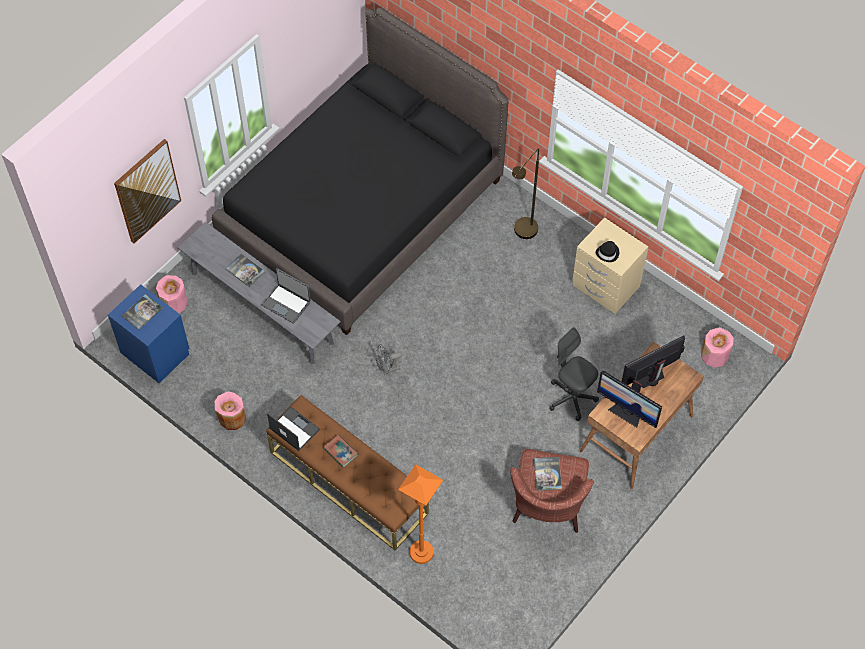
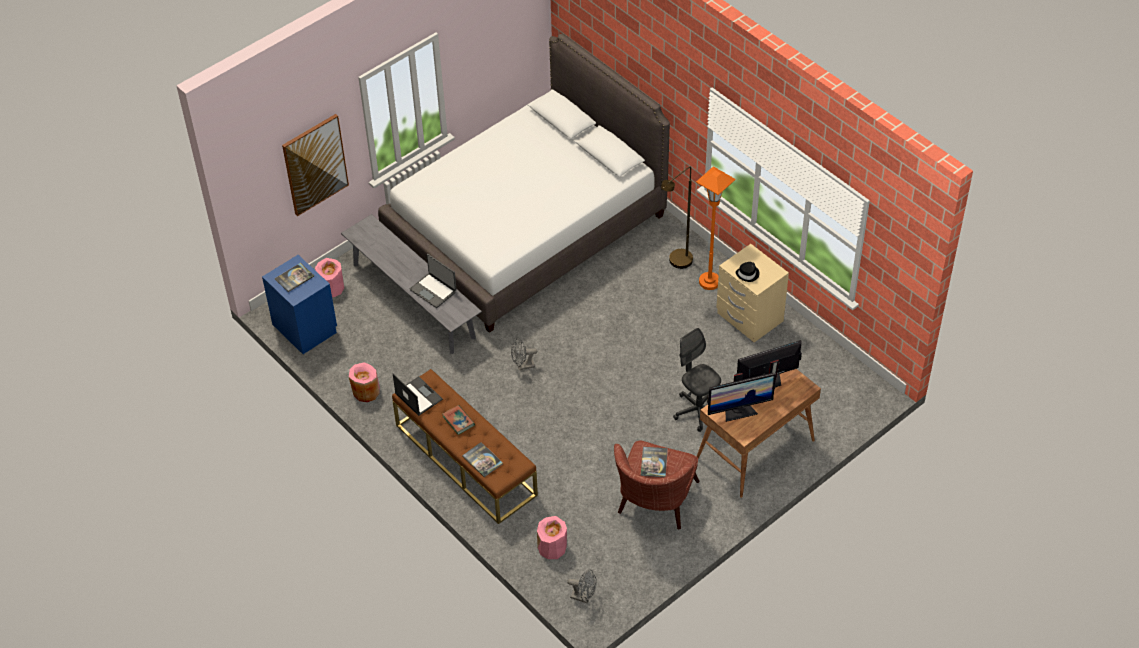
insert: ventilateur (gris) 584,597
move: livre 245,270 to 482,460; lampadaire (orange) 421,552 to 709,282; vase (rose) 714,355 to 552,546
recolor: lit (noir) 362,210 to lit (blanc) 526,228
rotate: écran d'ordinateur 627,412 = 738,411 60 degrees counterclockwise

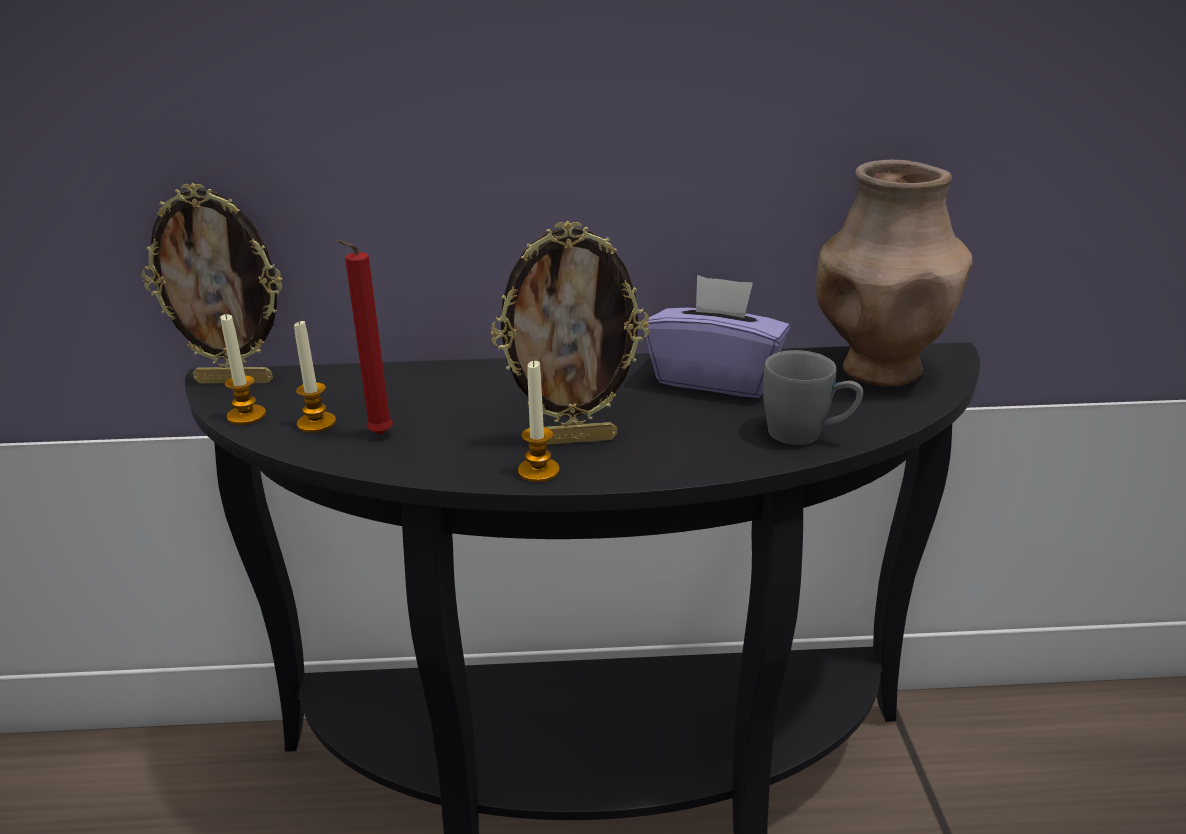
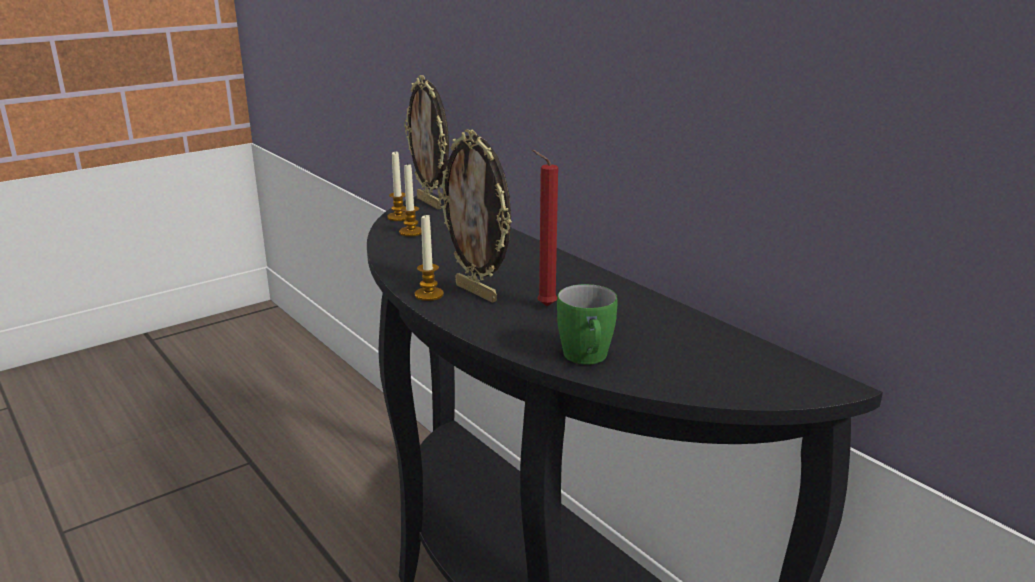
delete: boîte à mouchoirs (violet) 715,378; vase (marron) 879,370
move: bougie (rouge) 377,436 to 543,306
recolor: mug (gris) 807,435 to mug (vert) 587,359

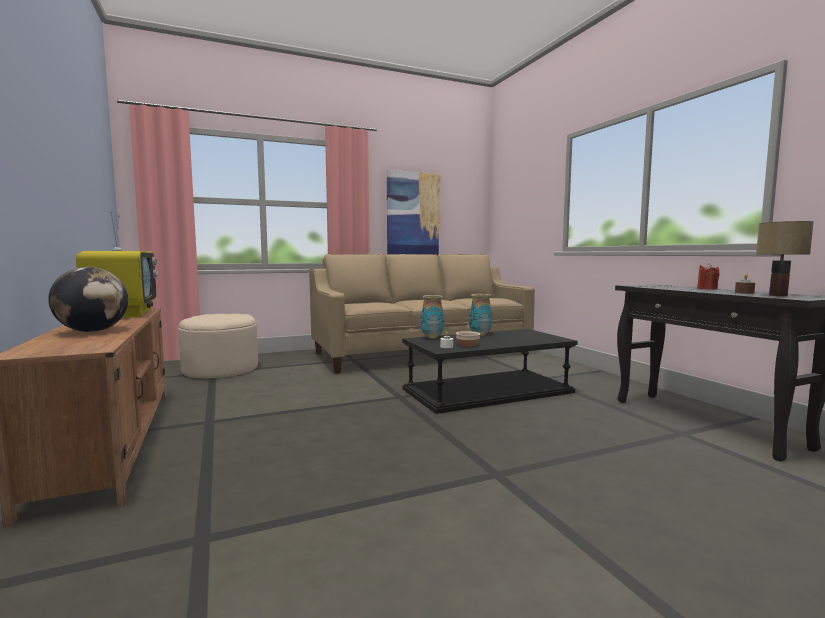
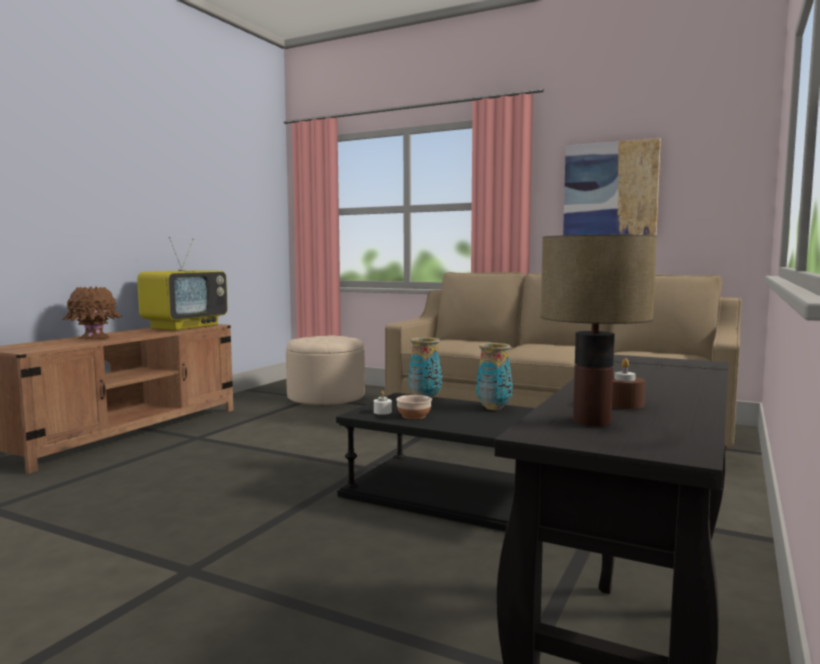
delete: bougie (rouge) 707,288
replace: globe 93,331 to vase (marron) 94,338

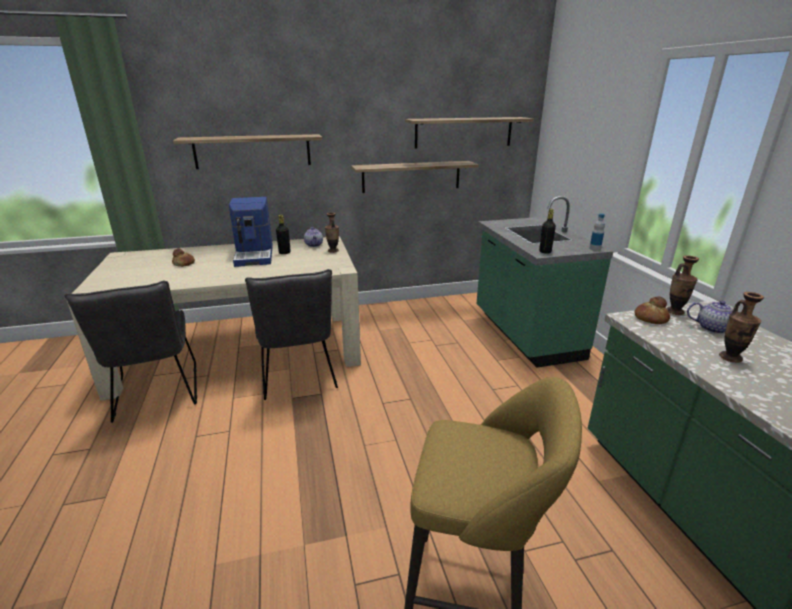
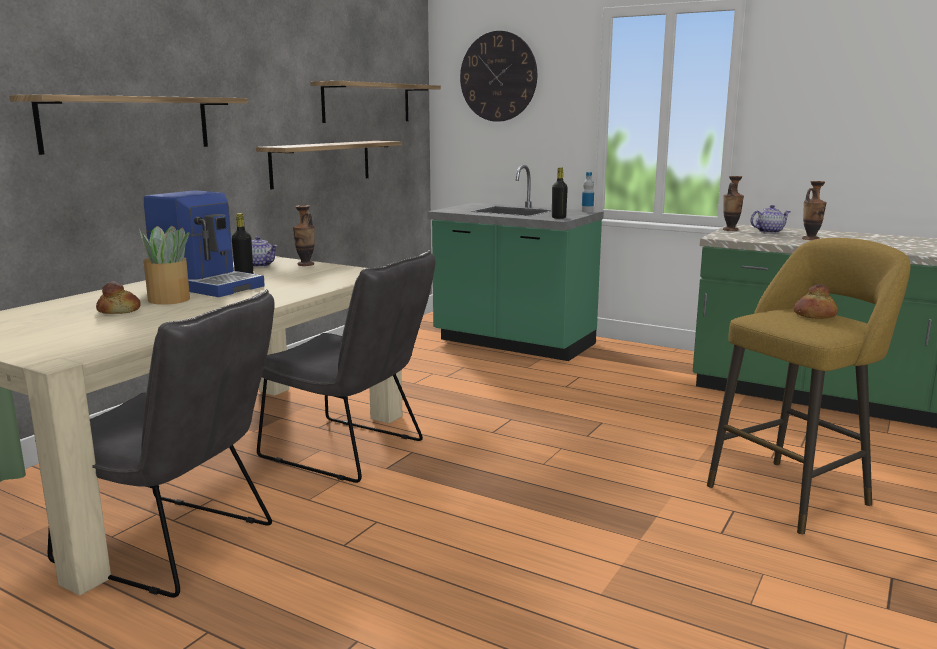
insert: plante en pot 169,299; horloge murale 498,76
move: pain 650,318 to 815,315

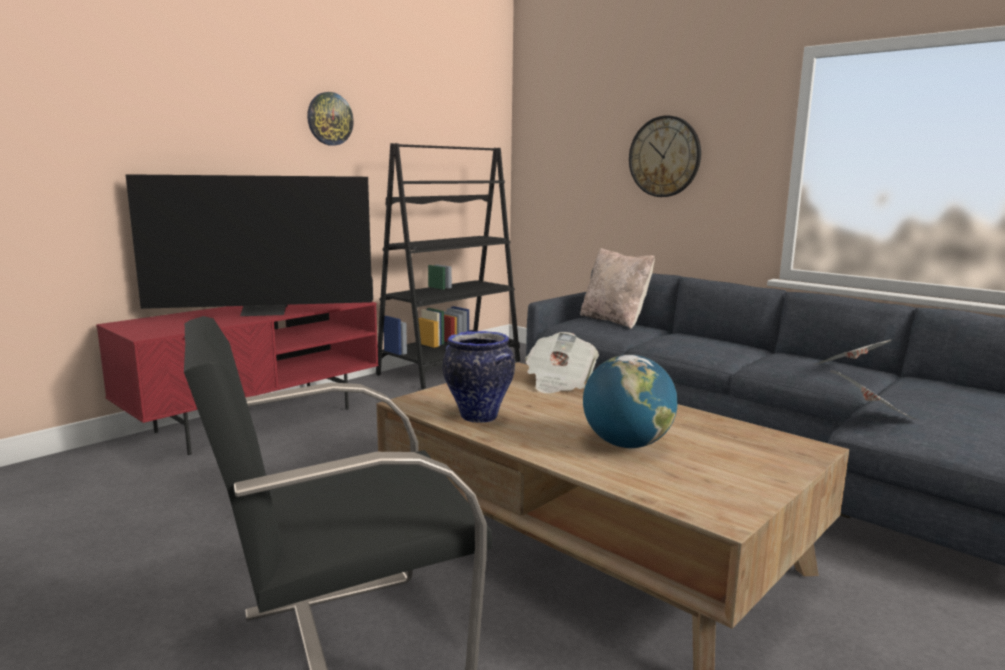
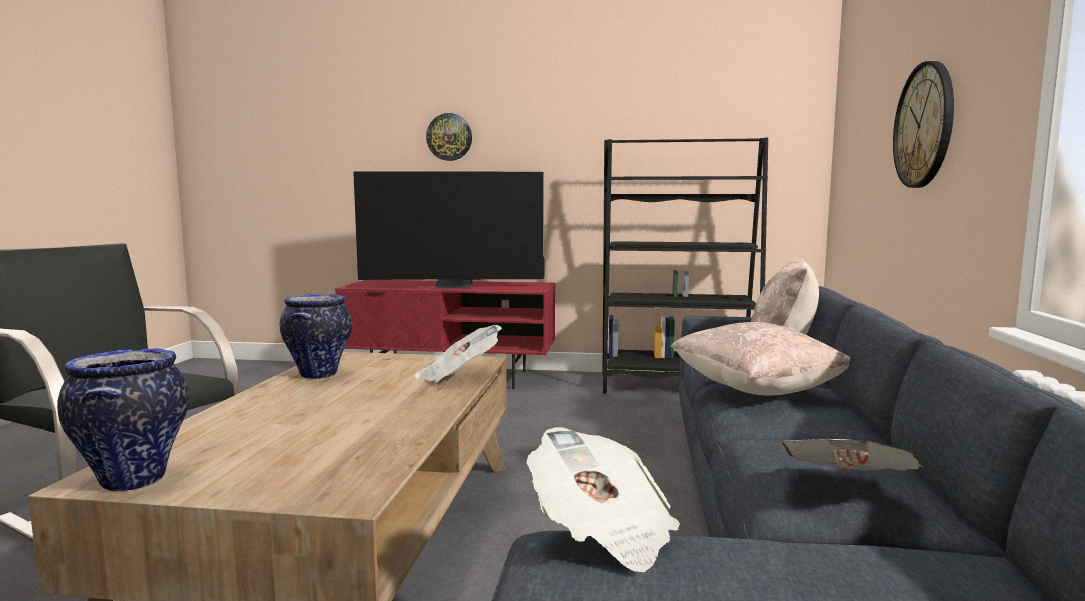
delete: globe 626,444
insert: vase 133,479; coussin (beige) 755,391
move: horloge murale 329,119 to 449,137
rotate: téléviseur 264,312 = 453,286 45 degrees counterclockwise

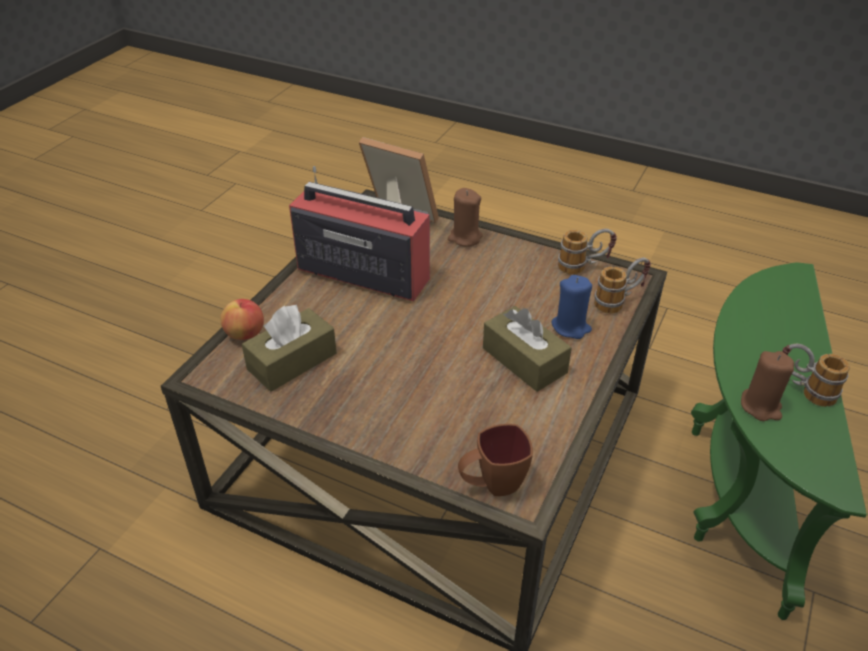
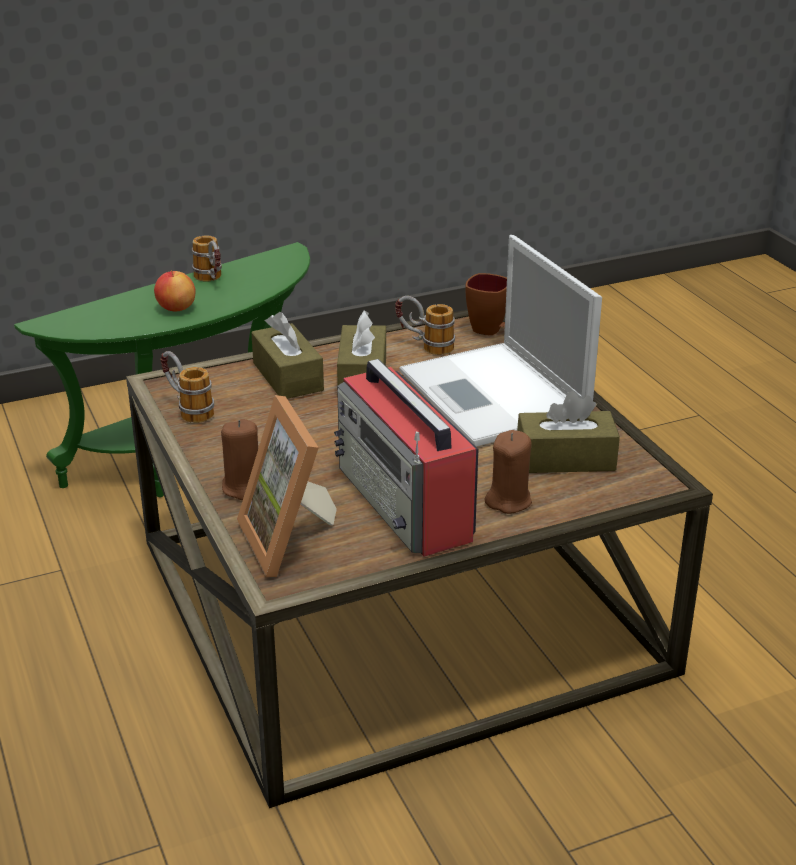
insert: ordinateur portable 496,396
move: pomme 245,334 to 176,308; mug 619,301 to 424,346; bougie (marron) 761,406 to 508,501
replace: bougie (bleu) 571,327 to boîte à mouchoirs (marron) 288,376

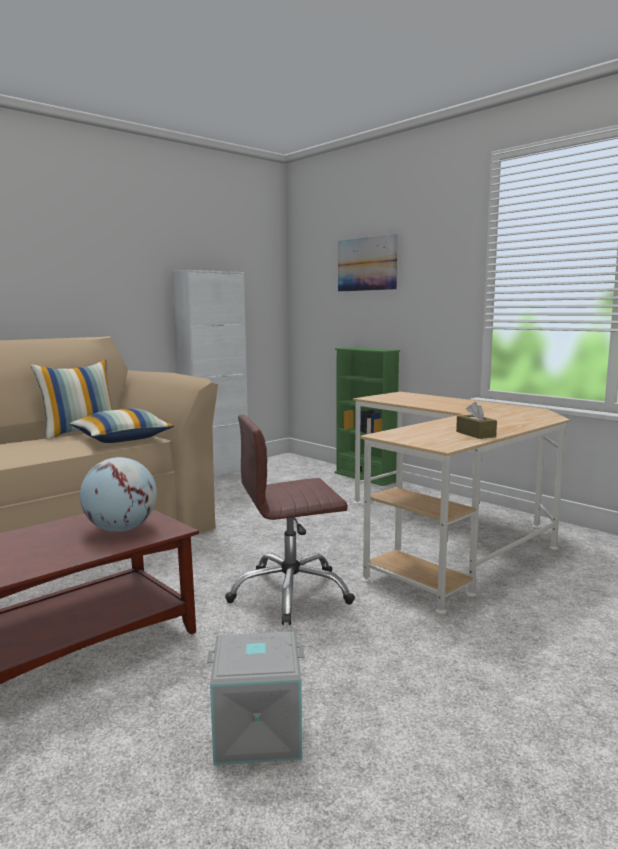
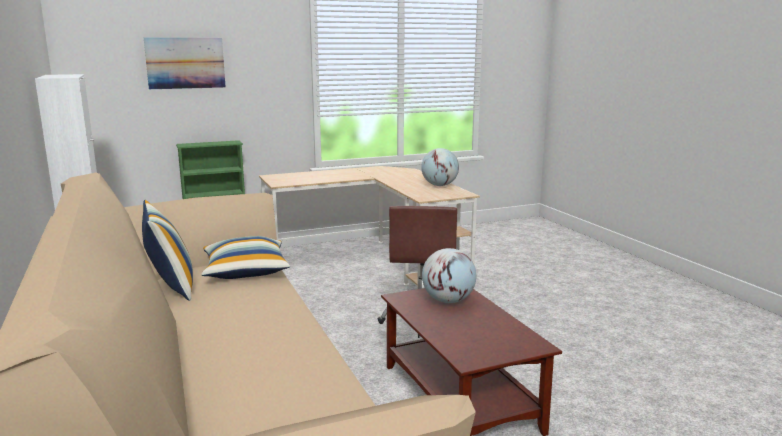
delete: boîte de rangement (gris) 257,733
replace: boîte à mouchoirs (marron) 475,434 to globe 439,185

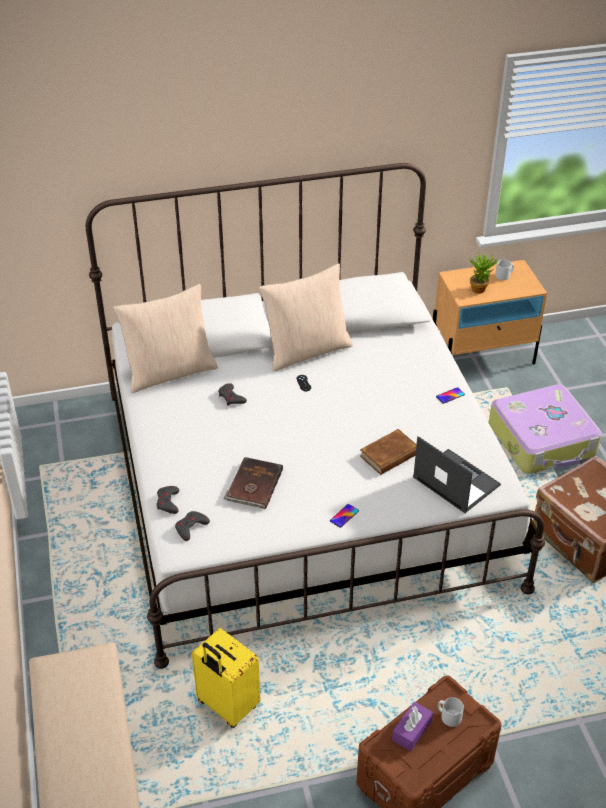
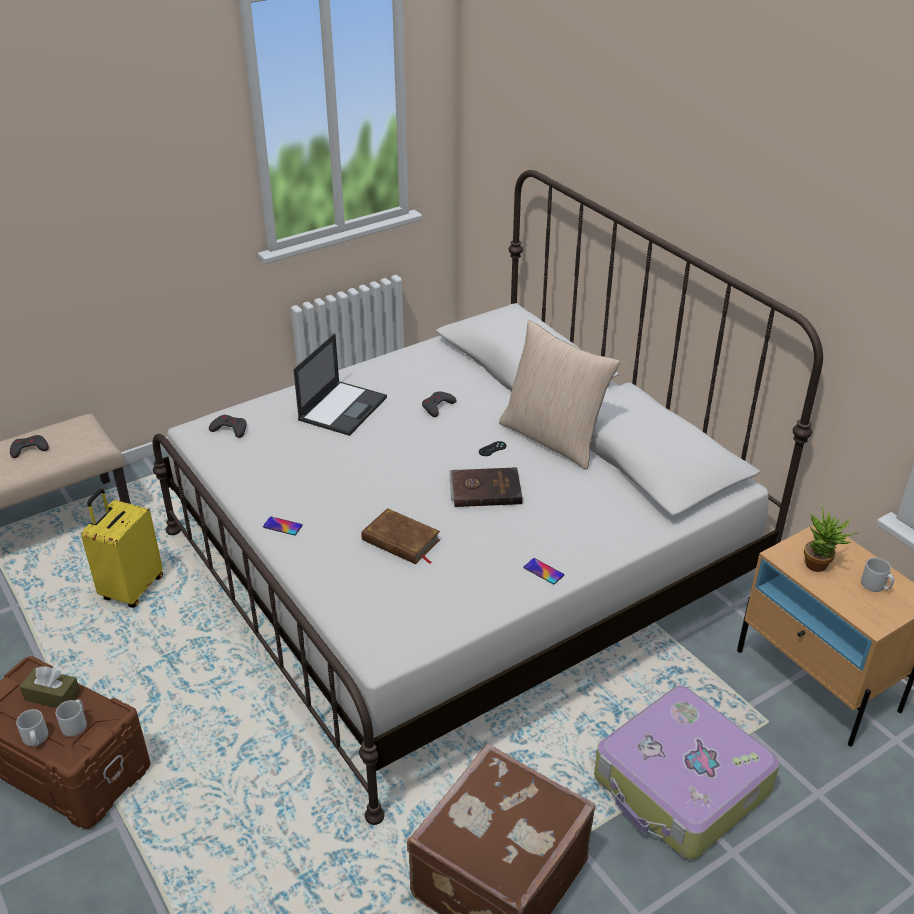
delete: coussin (beige) 170,371
insert: mug (gris) 36,739
move: manette (gris) 168,502 to 29,449; livre (marron) 253,485 to 485,489; ordinateur portable 455,481 to 343,408
recolor: boîte à mouchoirs (violet) 412,731 to boîte à mouchoirs (marron) 52,696

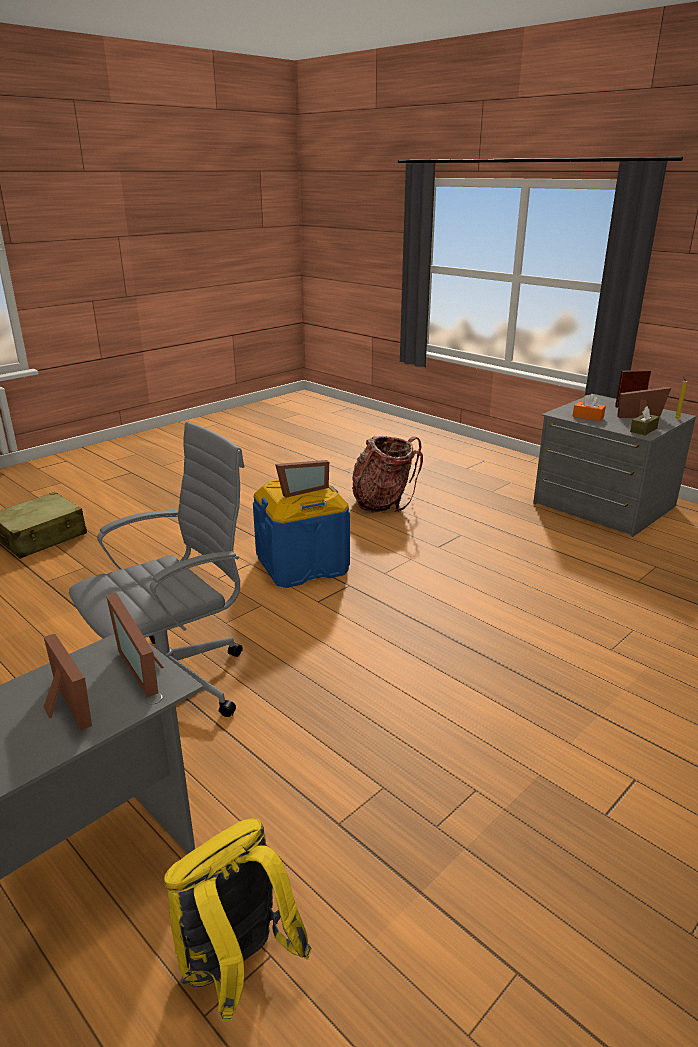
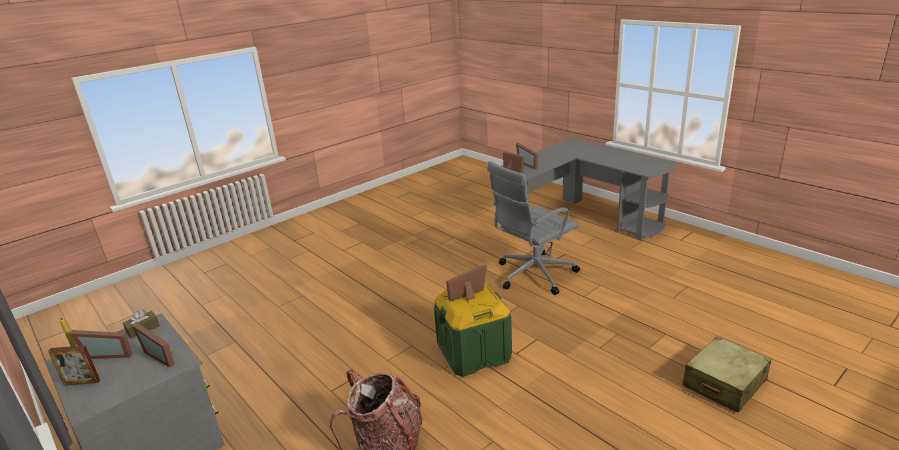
delete: sac à dos (jaune) 236,967
replace: boîte à mouchoirs (orange) 588,417 to cadre photo 162,354
recolor: boîte de rangement (bleu) 302,565 to boîte de rangement (vert) 474,352

